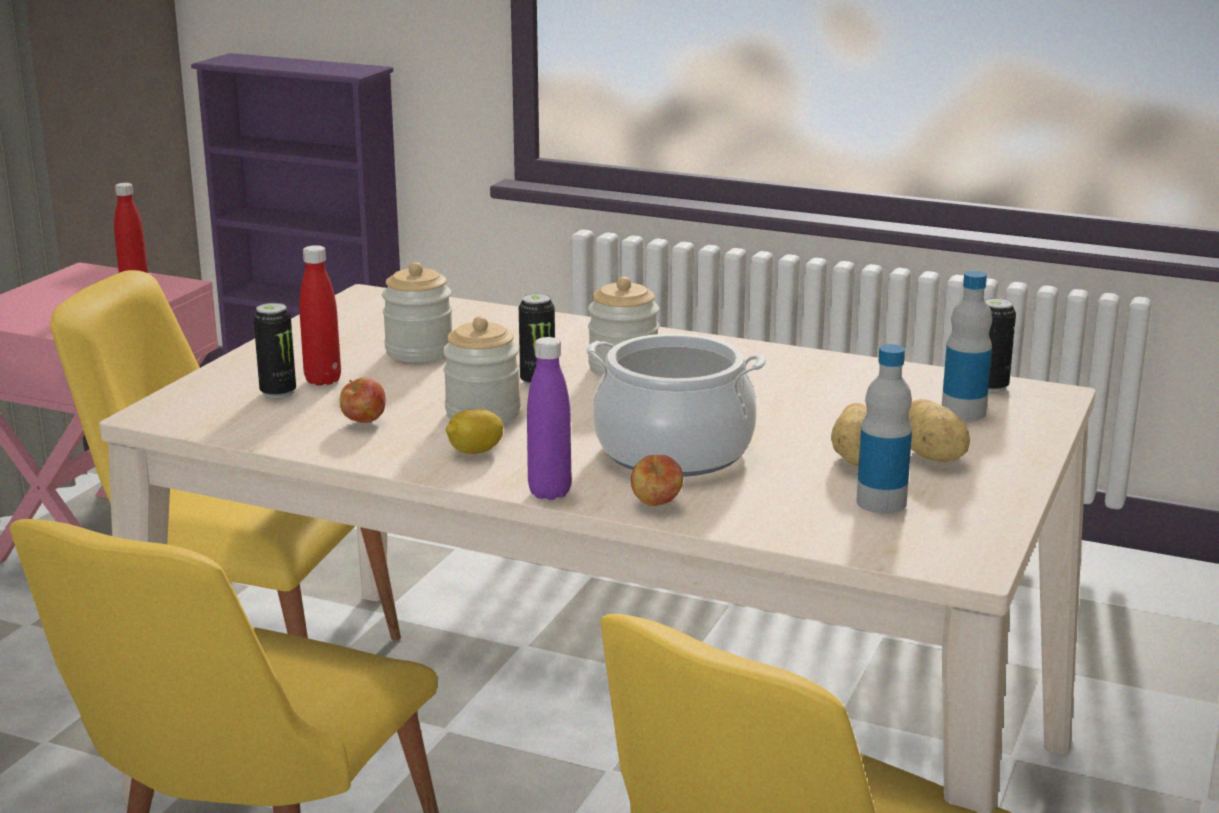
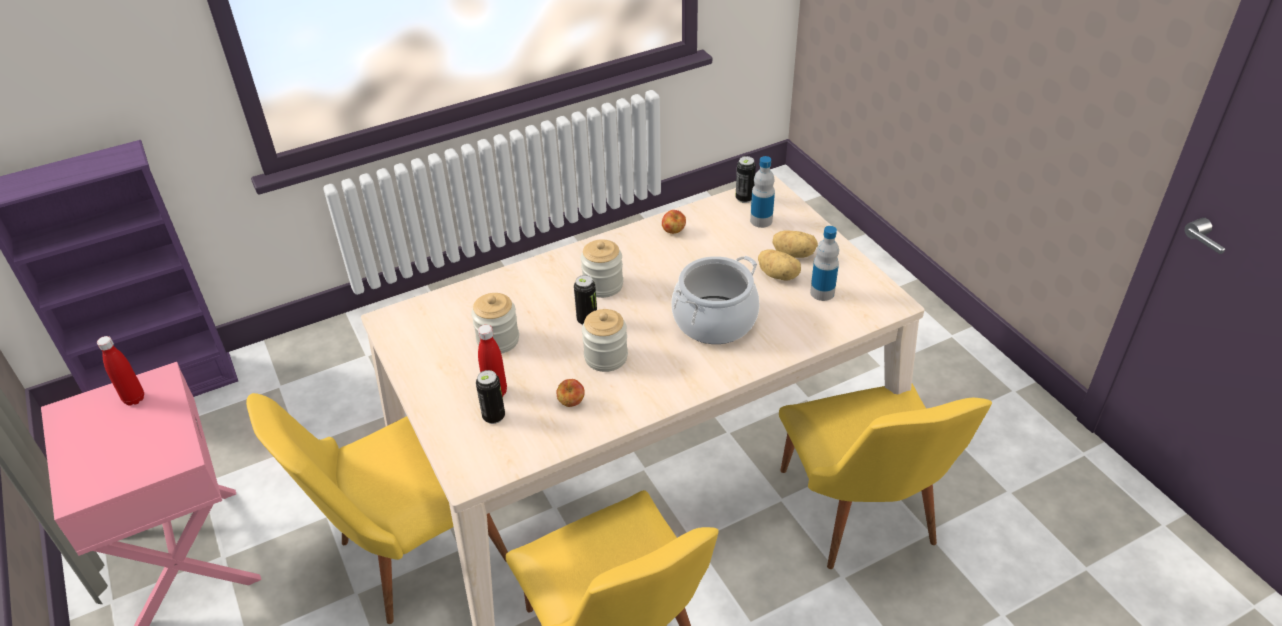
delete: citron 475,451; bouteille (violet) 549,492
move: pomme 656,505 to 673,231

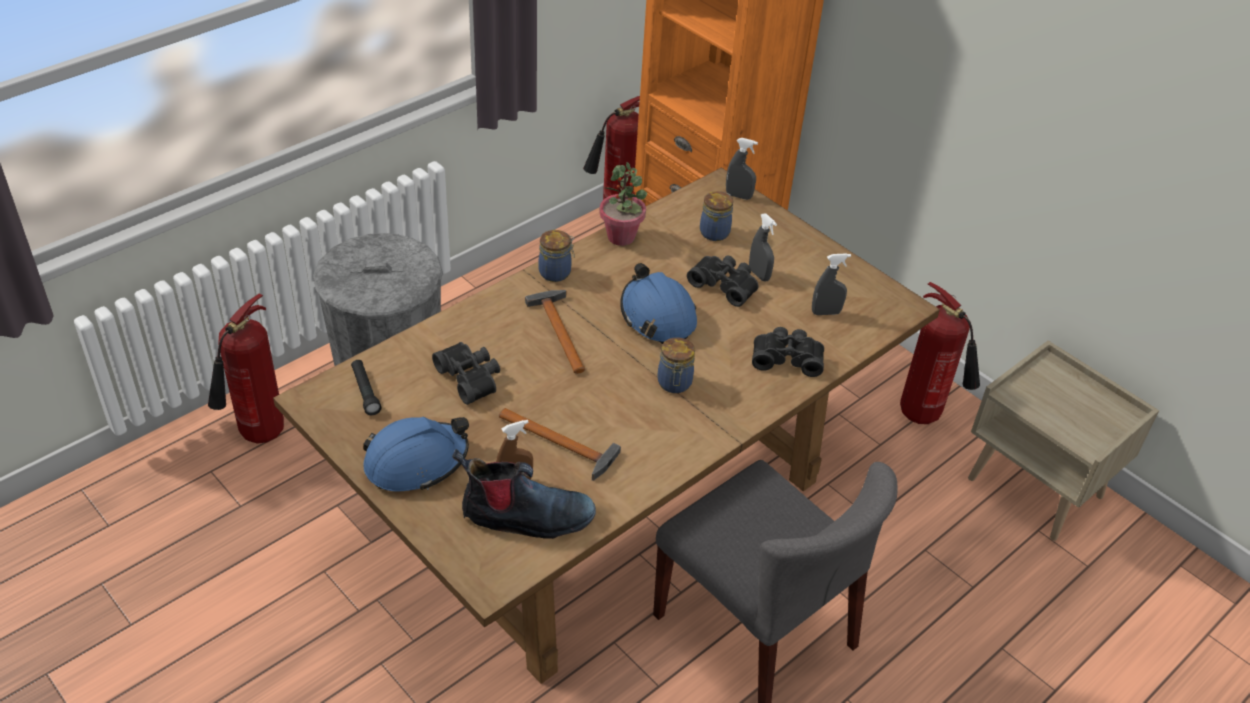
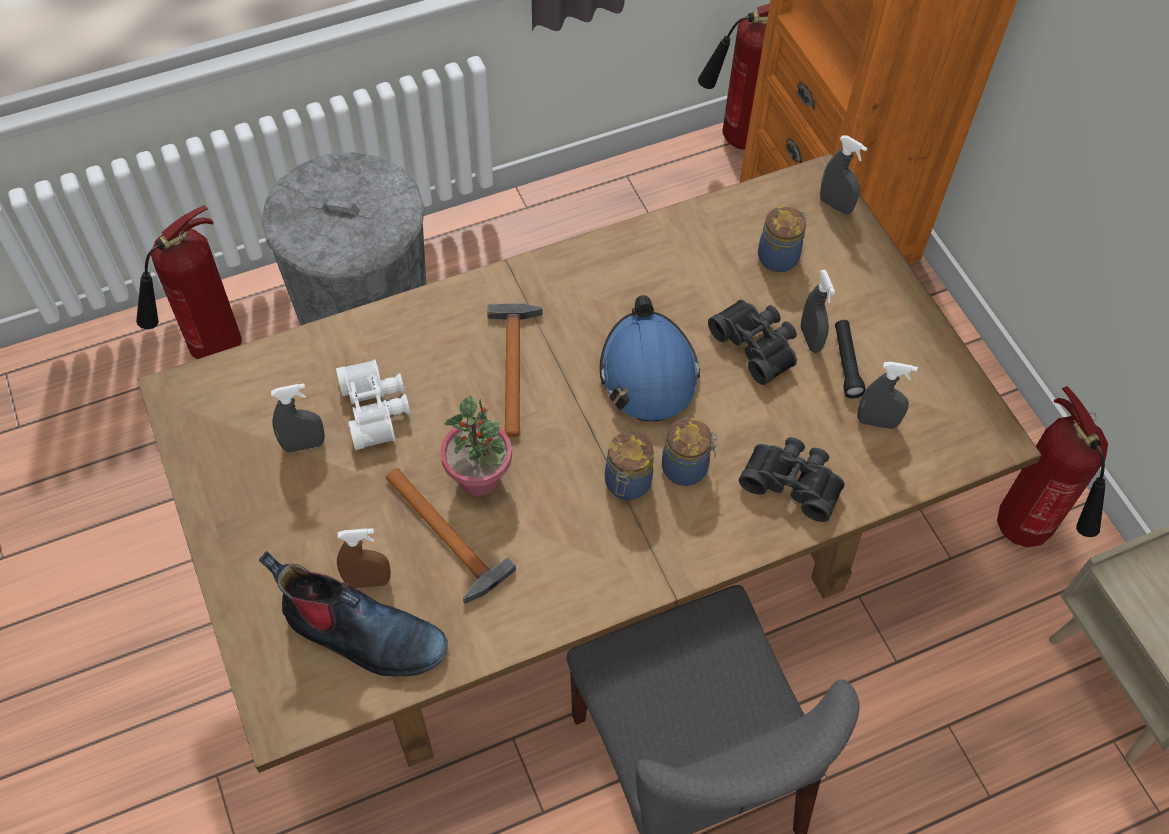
delete: casque de chantier (bleu) 416,462
insert: vaporisateur (gris) 304,445
move: lampe de poche (noir) 365,392 to 846,363; bocal 556,272 to 686,468; plante en pot 621,237 to 479,478
recolor: jumelles (noir) 471,377 to jumelles (blanc) 377,409

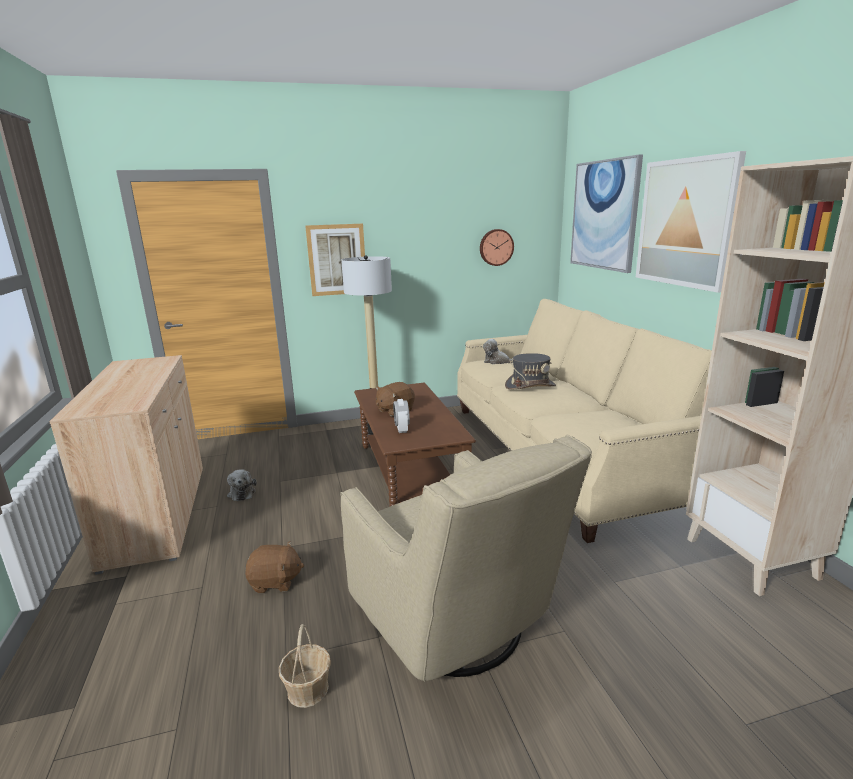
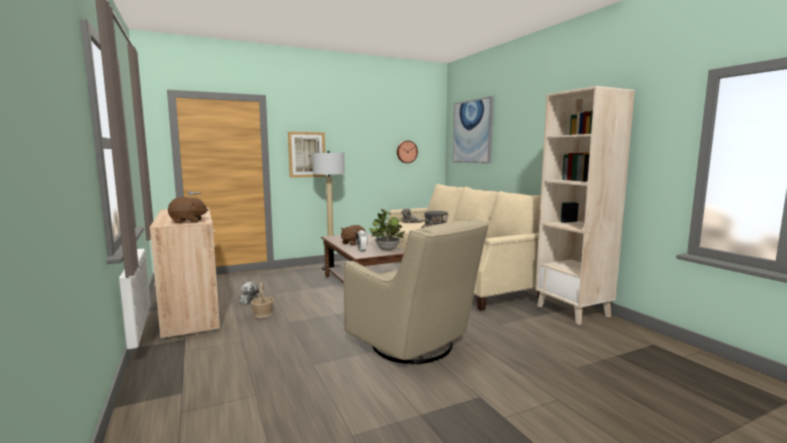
delete: tableau 685,223
insert: plante en pot 386,249
move: peluche (marron) 275,582 to 188,221; panier 308,689 to 263,314

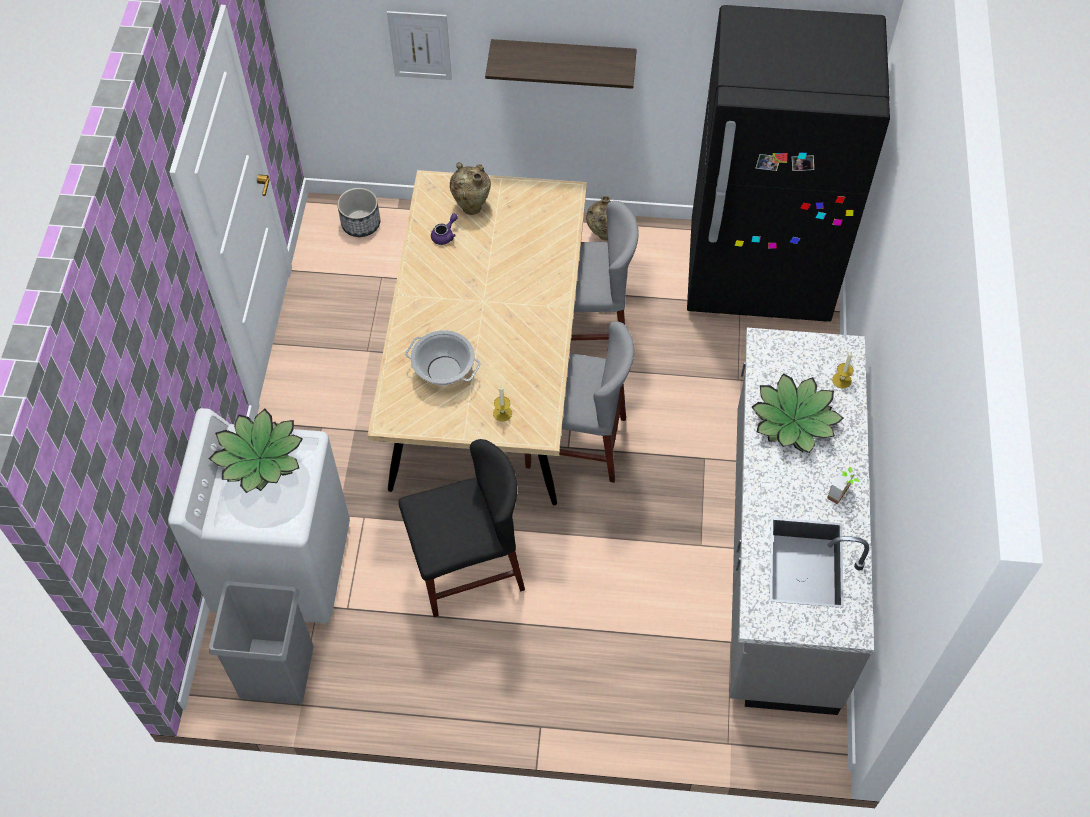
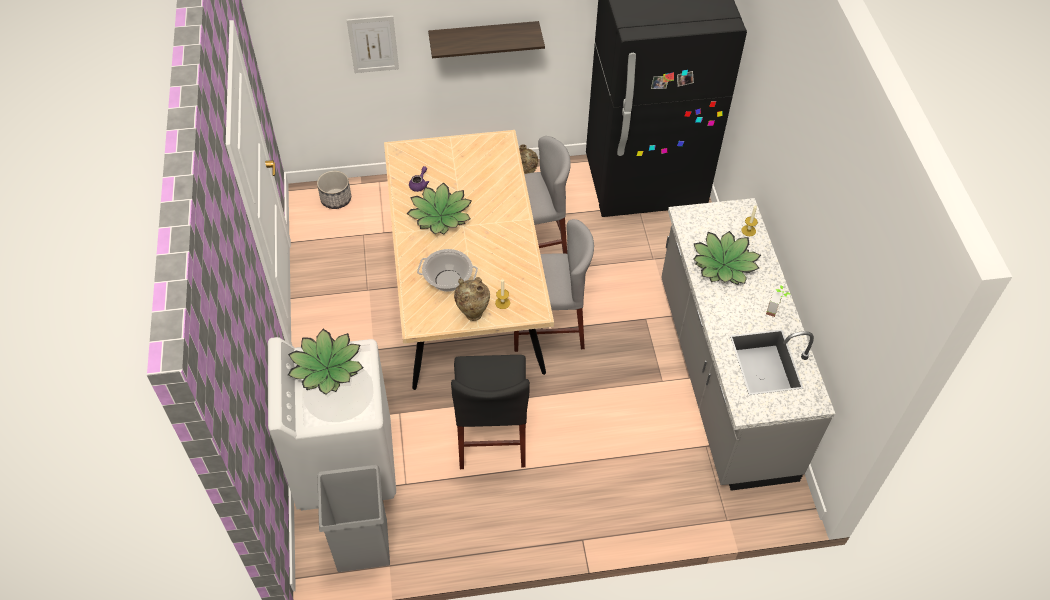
insert: plante en pot 440,215
move: vase (beige) 471,206 to 472,313
rotate: chaise (noir) 467,569 = 491,434 120 degrees clockwise

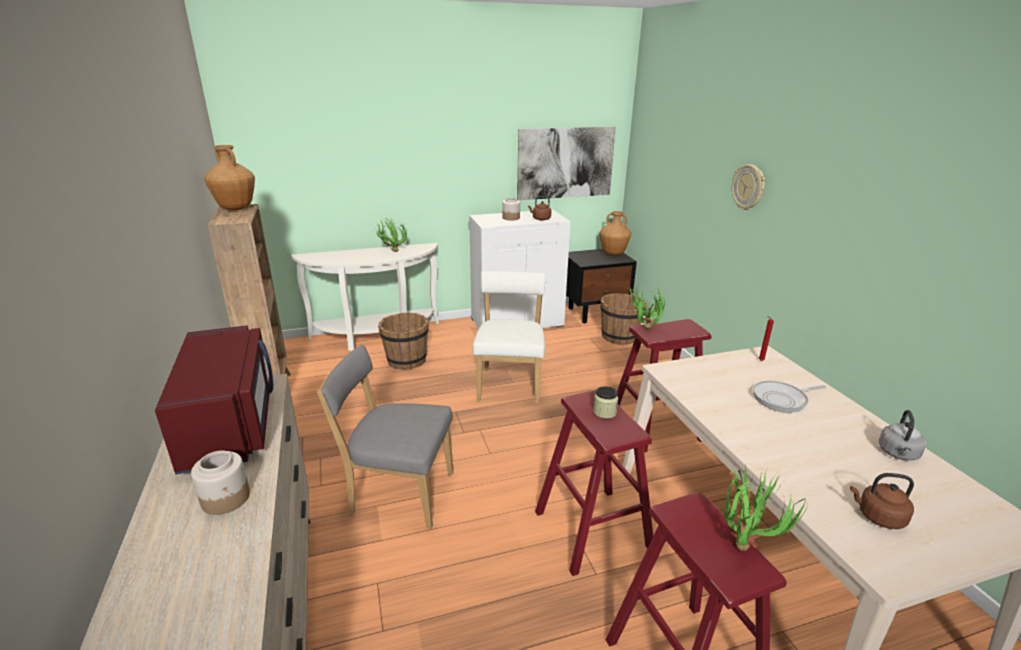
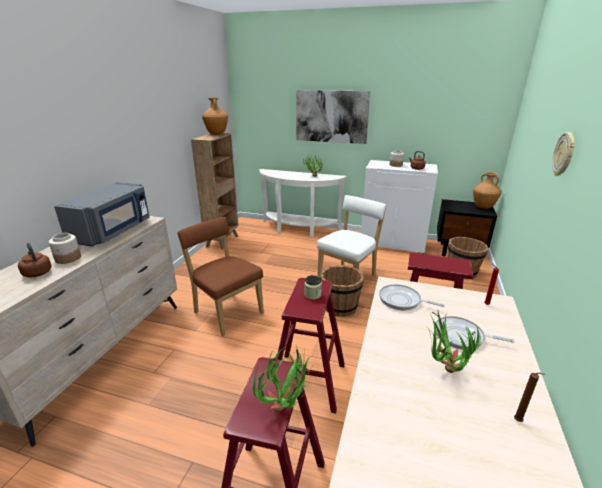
insert: poêle 402,300
move: seau (marron) 406,360 to 340,307; tableau 565,163 to 331,116; plante en pot 644,329 to 443,371; bouilloire (marron) 878,517 to 37,272
replace: bouilloire (gris) 898,454 to bougie (marron) 519,422
recolor: micro-ondes (rouge) 231,424 to micro-ondes (gris) 113,231; chaise (gris) 398,493 to chaise (marron) 226,312

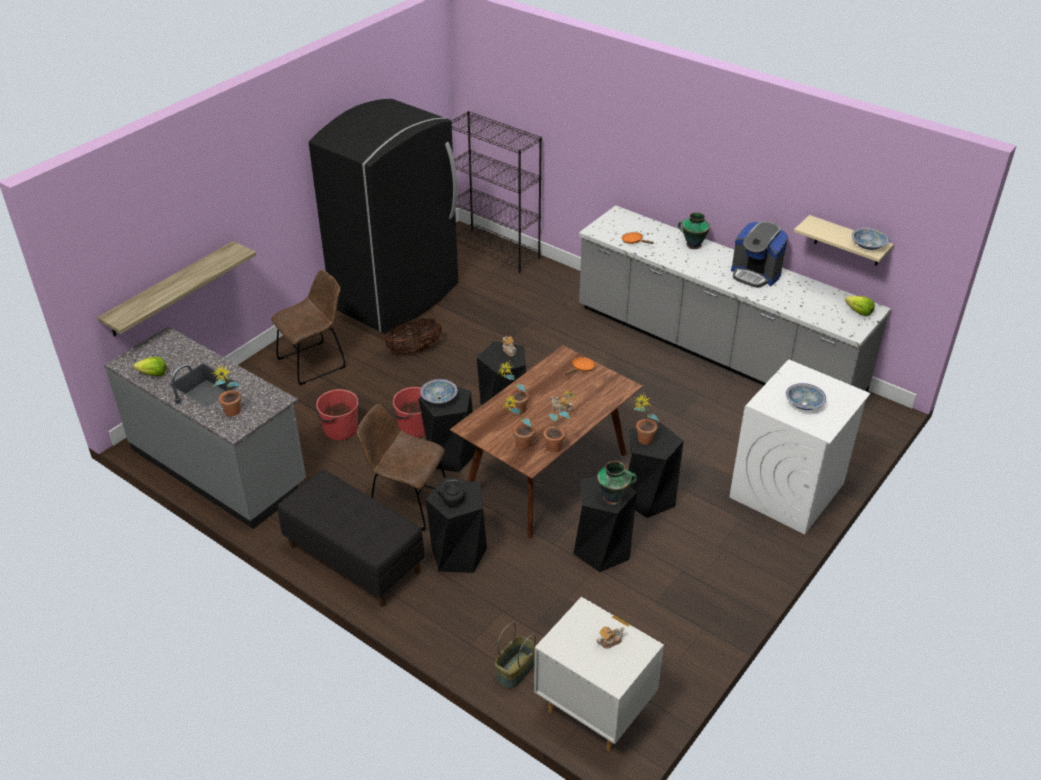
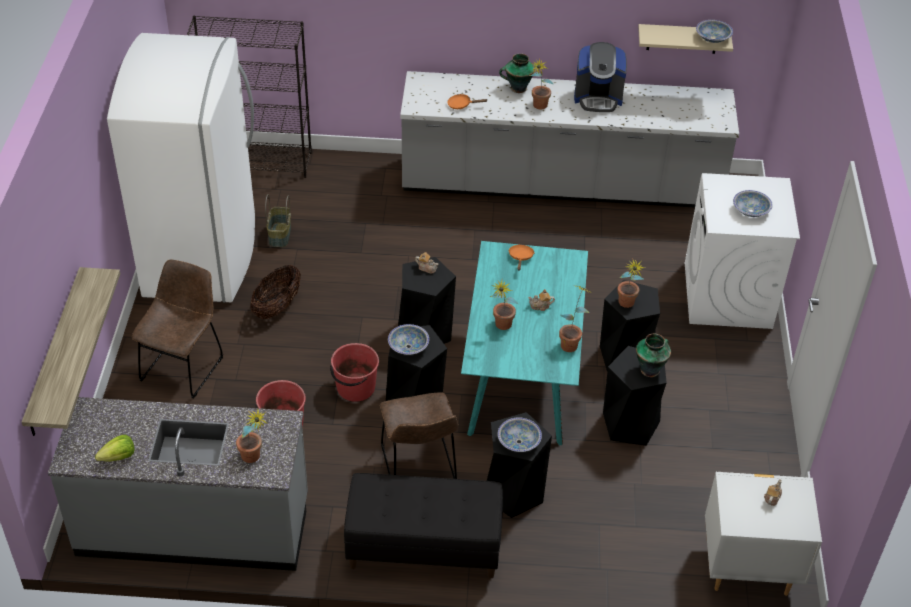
delete: laitue 858,312
move: panier 516,671 to 280,235; plante en pot 519,445 to 538,107
replace: bouilloire (noir) 452,501 to bol 519,442
recolor: réfrigérateur (noir) 397,297 to réfrigérateur (blanc) 202,255; table à manger (marron) 547,475 to table à manger (turquoise) 522,377
rotate: chaise (marron) 405,503 = 419,468 90 degrees counterclockwise

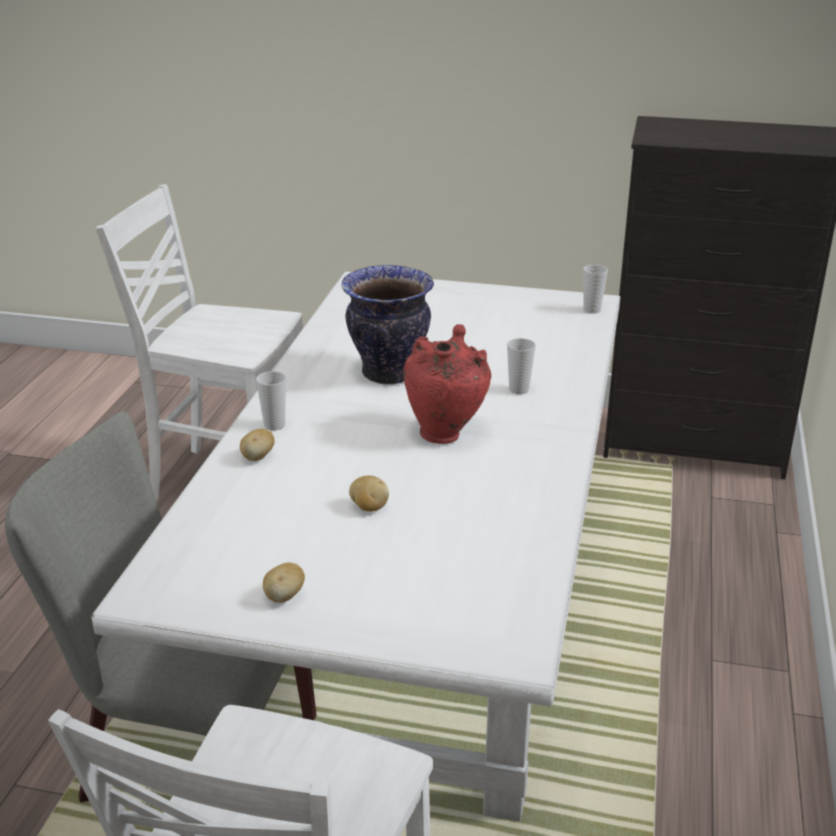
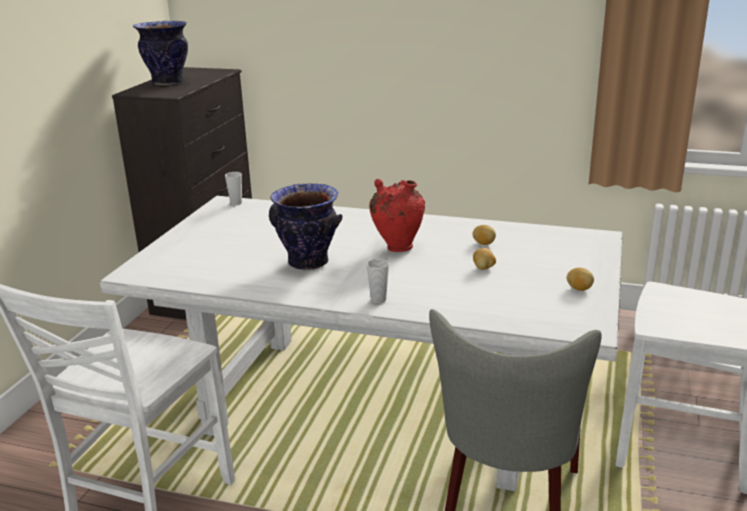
delete: tasse 519,390
insert: vase 168,82
move: pomme de terre 258,457 to 483,243

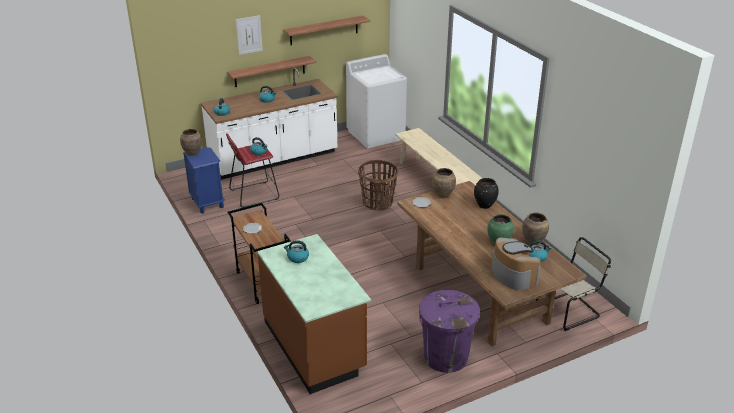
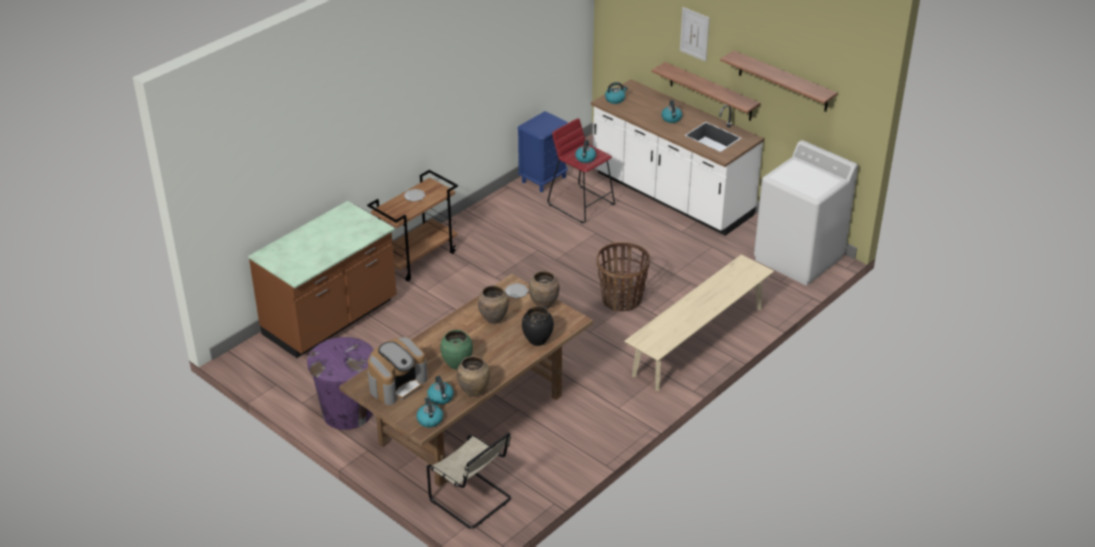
move: vase (marron) 192,153 to 494,319; bouilloire 297,258 to 429,419

